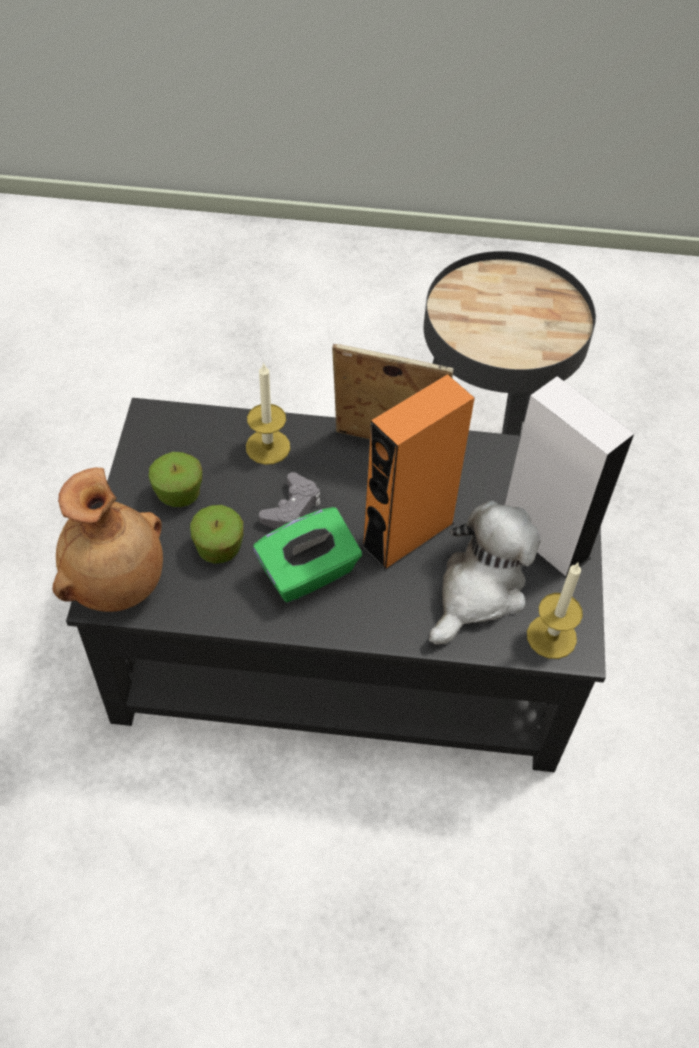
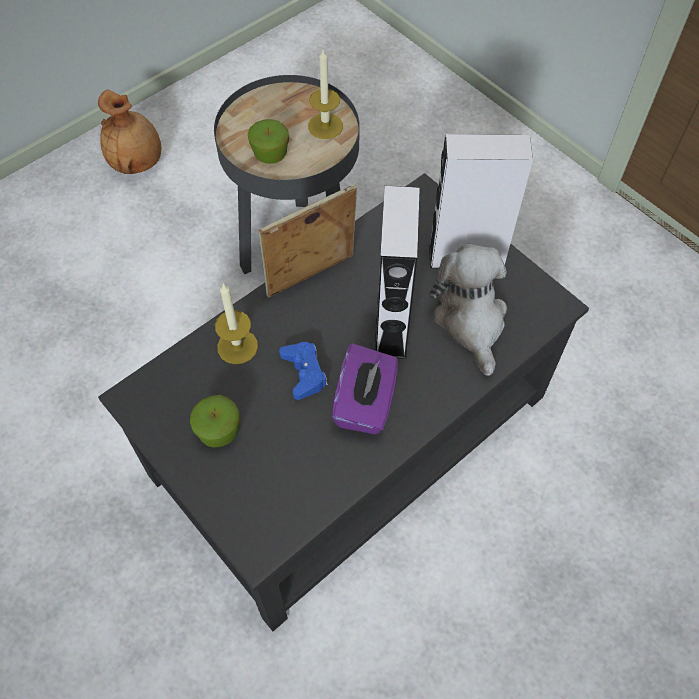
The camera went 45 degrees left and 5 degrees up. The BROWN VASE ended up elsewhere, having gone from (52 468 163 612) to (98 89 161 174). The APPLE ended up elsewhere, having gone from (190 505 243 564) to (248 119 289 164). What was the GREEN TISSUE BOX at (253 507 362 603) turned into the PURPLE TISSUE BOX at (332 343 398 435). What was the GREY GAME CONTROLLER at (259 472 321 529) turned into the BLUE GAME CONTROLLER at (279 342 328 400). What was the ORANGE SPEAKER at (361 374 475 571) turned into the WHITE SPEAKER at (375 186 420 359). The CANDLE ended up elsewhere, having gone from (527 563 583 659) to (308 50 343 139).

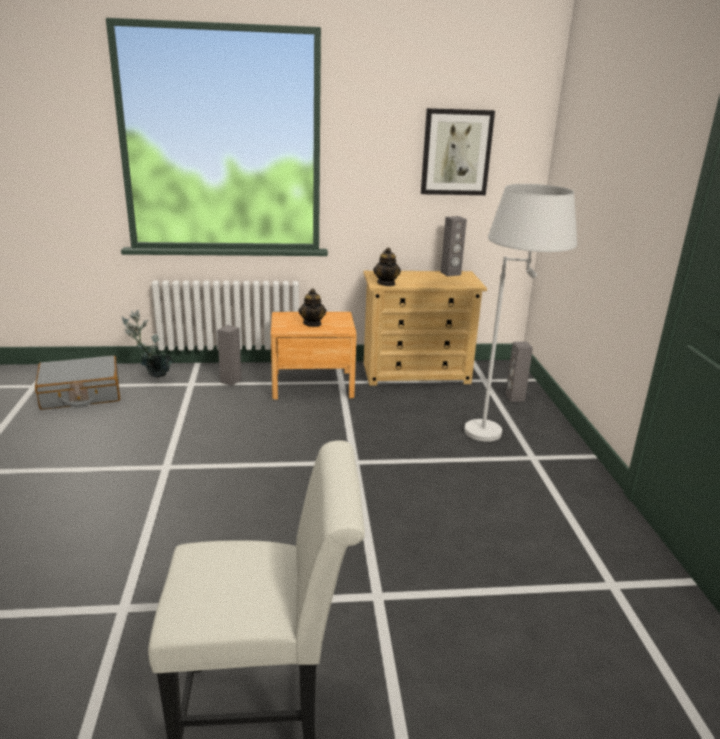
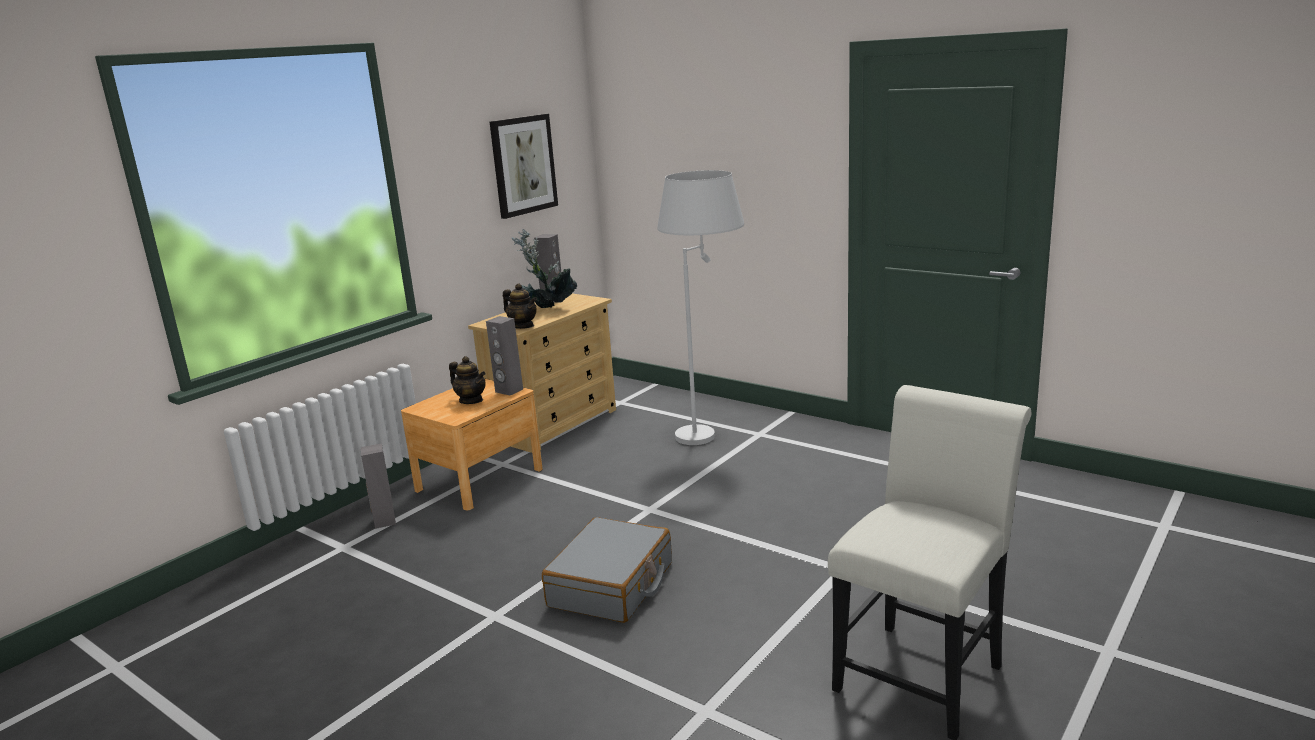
The camera went 45 degrees left and 5 degrees down. The GREY SUITCASE ended up elsewhere, having gone from (35 355 120 410) to (542 517 672 623). The POTTED PLANT ended up elsewhere, having gone from (122 310 175 377) to (512 229 577 308). The GREY SPEAKER ended up elsewhere, having gone from (505 342 533 402) to (486 316 523 396).

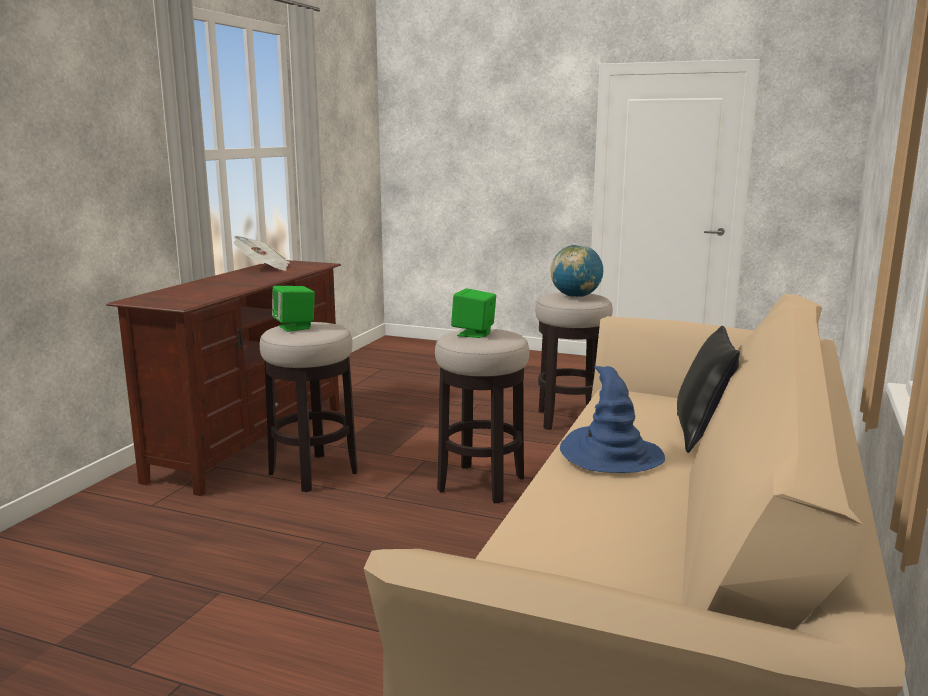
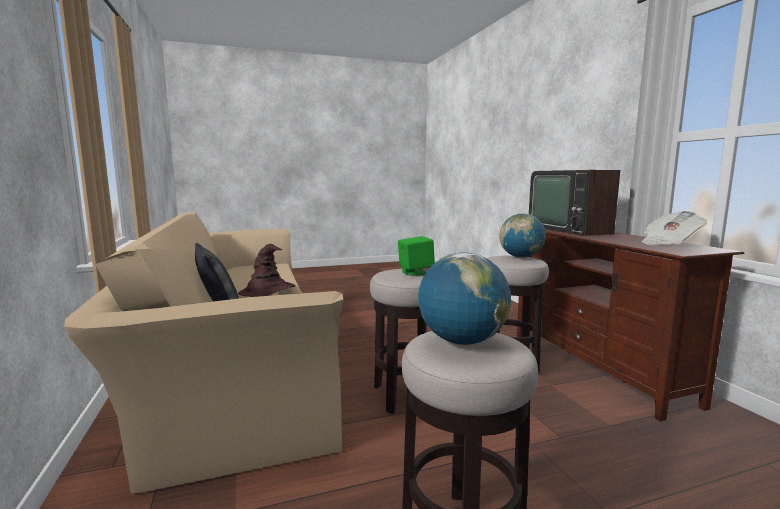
The camera went 140 degrees right and 5 degrees down. Where the GREEN SPEAKER stood at (272 286 315 332), the GLOBE came to stand at (499 213 546 258). What was the BLUE HAT at (560 366 665 473) turned into the BROWN HAT at (238 244 296 297). The second view gained the TELEVISION at (529 170 620 236).

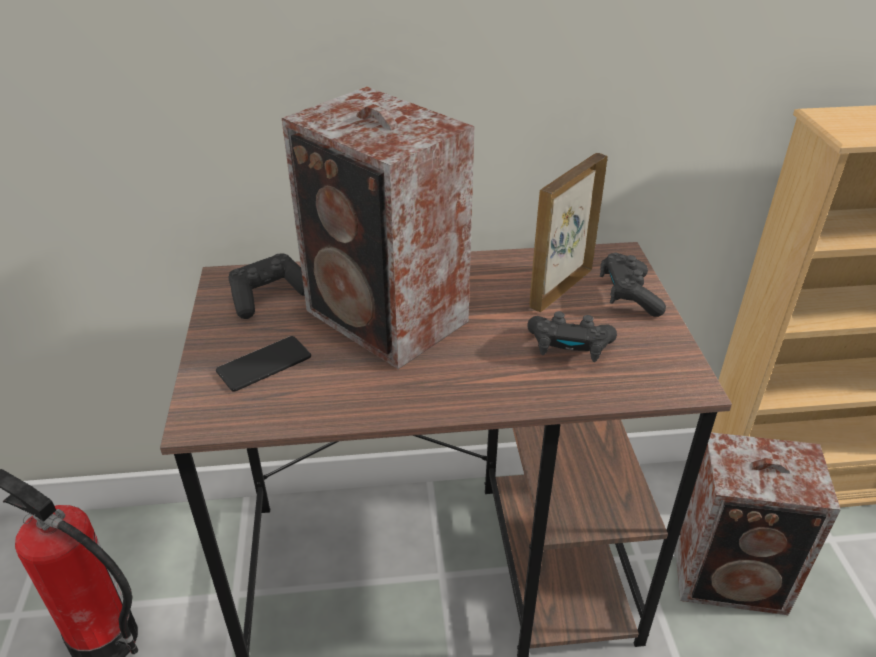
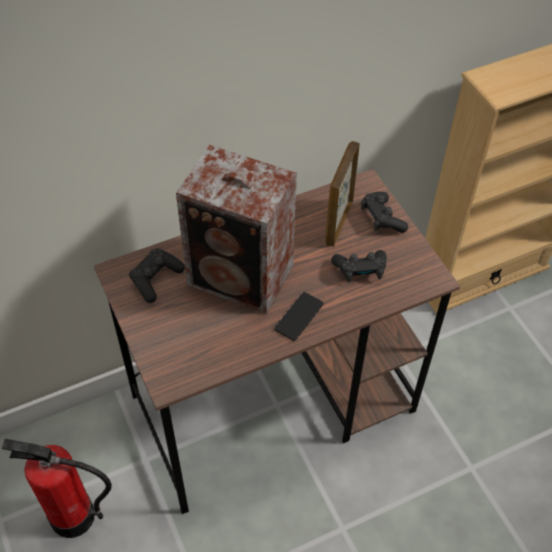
The camera went 20 degrees left and 15 degrees up. The PHONE ended up elsewhere, having gone from (216 336 311 392) to (274 292 324 341). The second view lost the SPEAKER at (675 432 841 615).

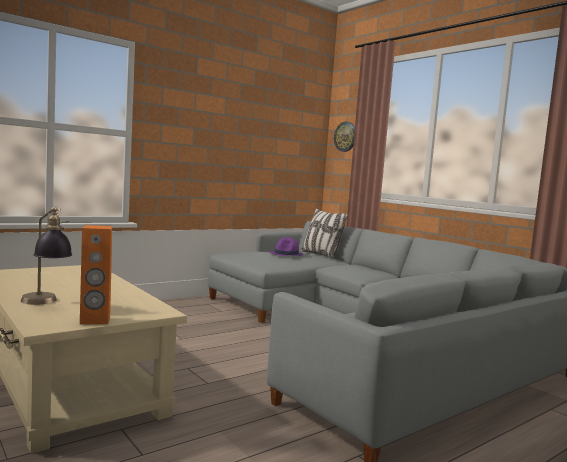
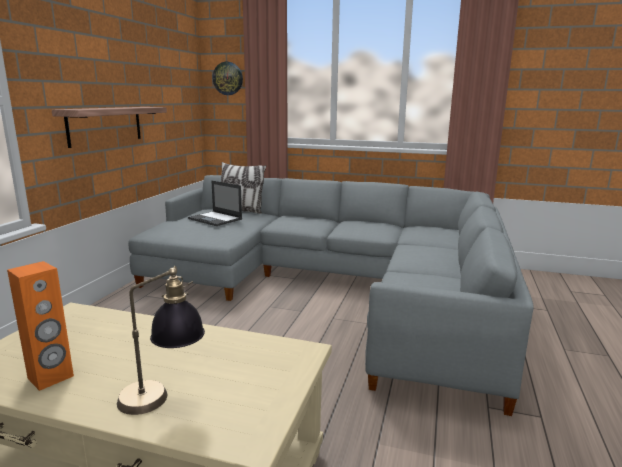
The camera went 35 degrees left and 10 degrees up. The ORANGE SPEAKER ended up elsewhere, having gone from (80 225 112 324) to (7 261 74 391). Where the PURPLE HAT stood at (270 237 303 256), the LAPTOP came to stand at (188 181 242 226). The second view gained the SHELF at (52 107 167 148).

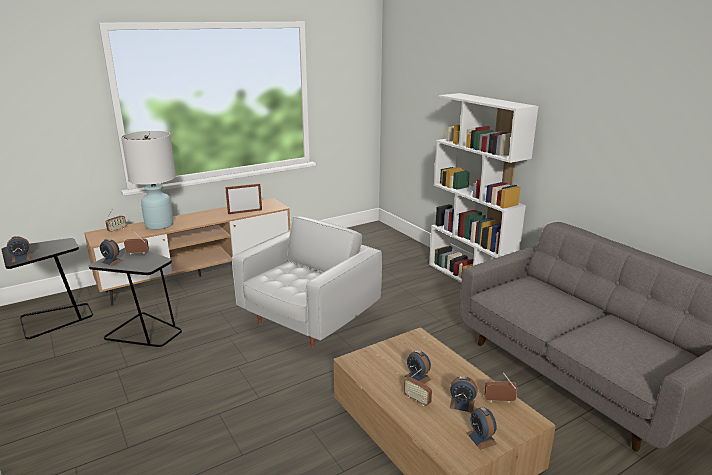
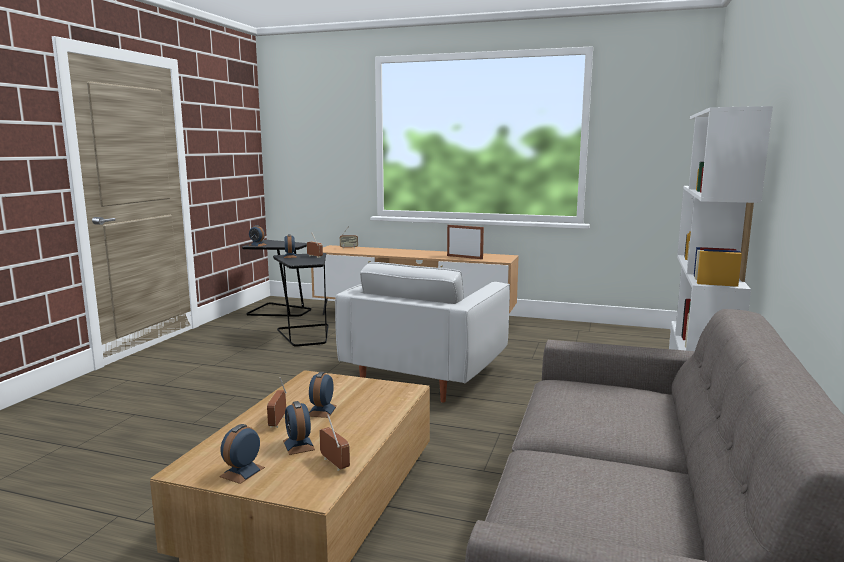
The camera went 50 degrees right and 10 degrees down. The second view lost the WHITE TABLE LAMP at (121 131 176 230). The WHITE ARMCHAIR at (232 216 382 347) ended up facing another way, 120 degrees clockwise from before.

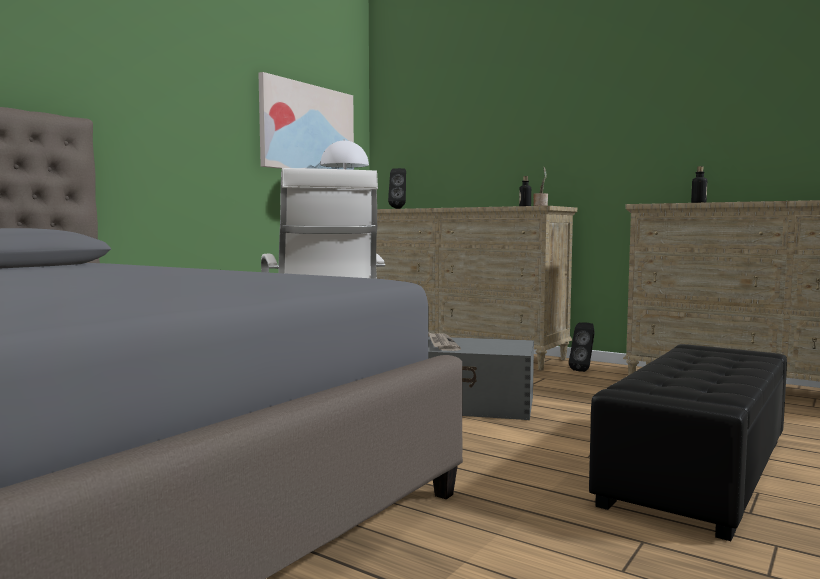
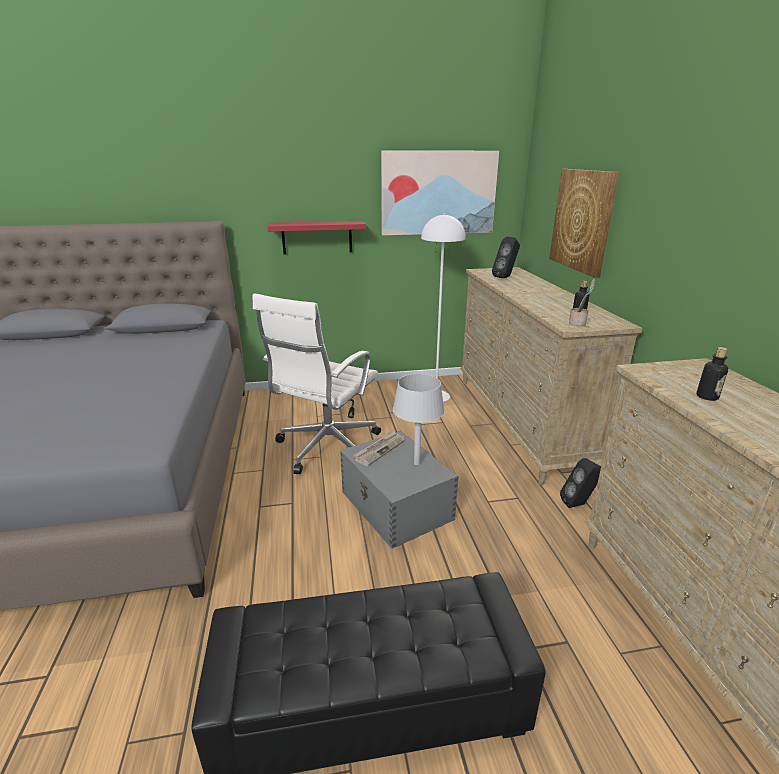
The camera went 45 degrees right and 20 degrees up. The second view gained the RED SHELF at (267 221 366 255). The second view gained the GREY TABLE LAMP at (393 374 445 465). The second view gained the PICTURE at (549 169 619 278).

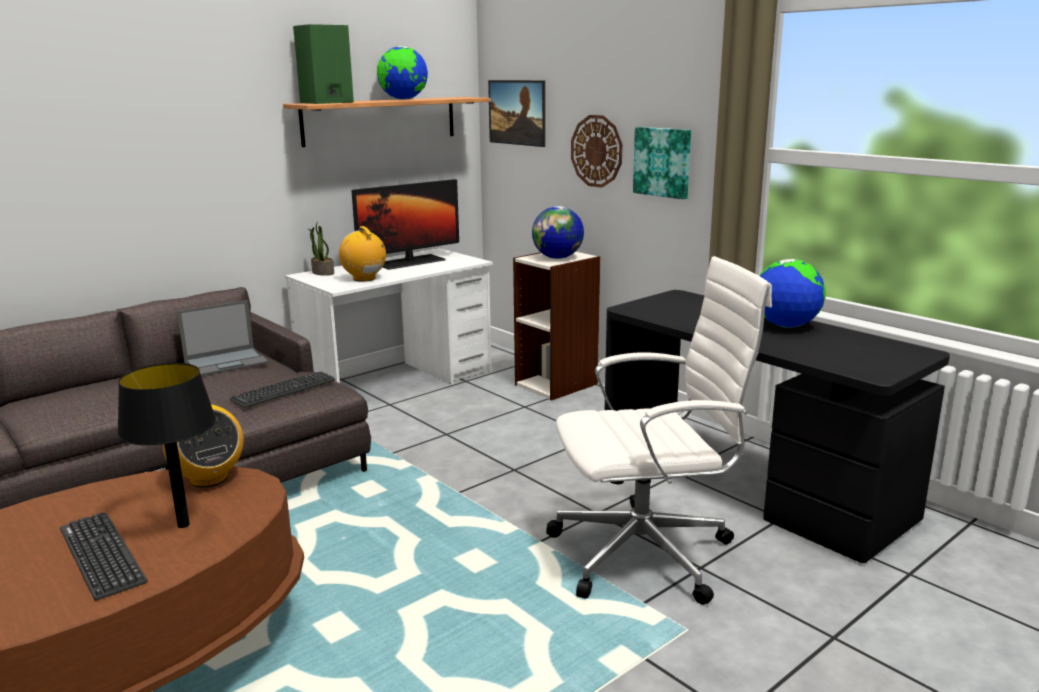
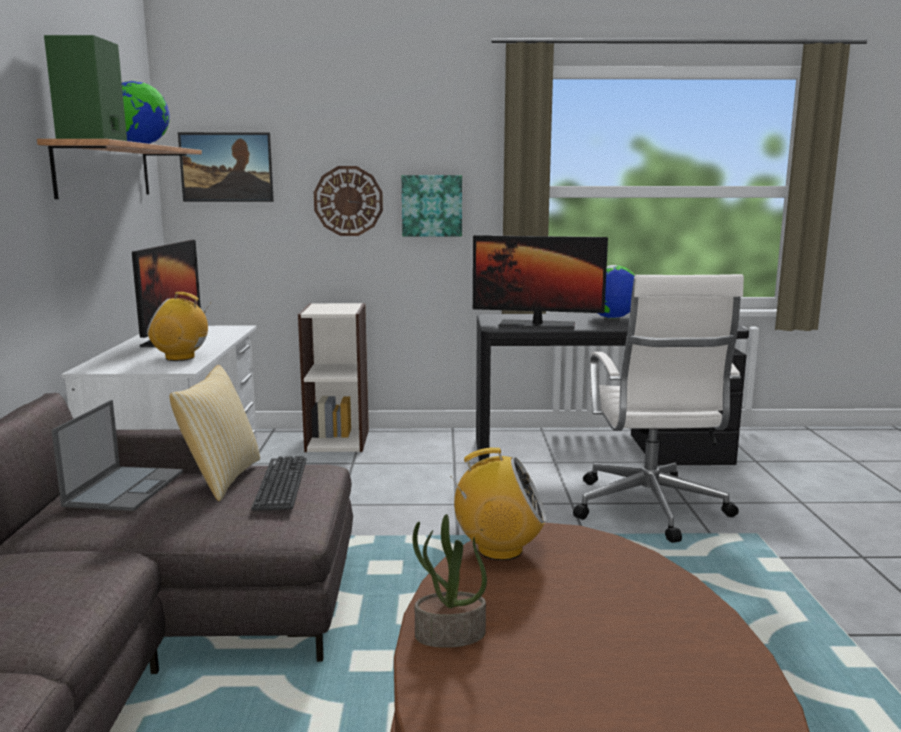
The camera went 50 degrees left and 5 degrees down. The second view lost the KEYBOARD at (60 512 148 601). The second view lost the BLACK TABLE LAMP at (117 363 216 528). The POTTED PLANT ended up elsewhere, having gone from (308 223 334 276) to (412 514 487 648). The second view lost the GLOBE at (532 206 584 259). The WHITE OFFICE CHAIR at (546 256 772 605) ended up facing another way, 150 degrees clockwise from before. The second view gained the PILLOW at (170 365 260 501). The second view gained the MONITOR at (473 235 608 330).

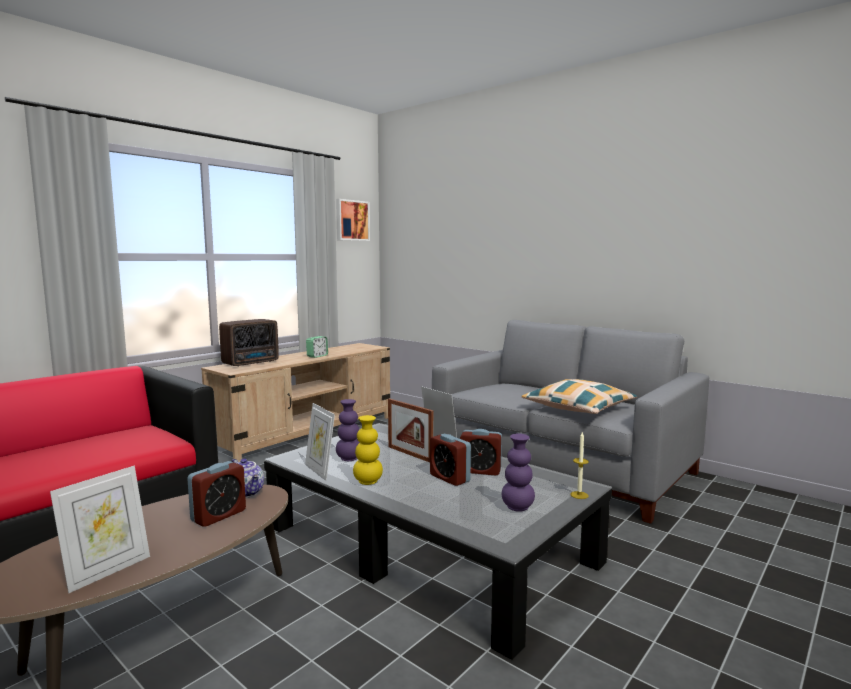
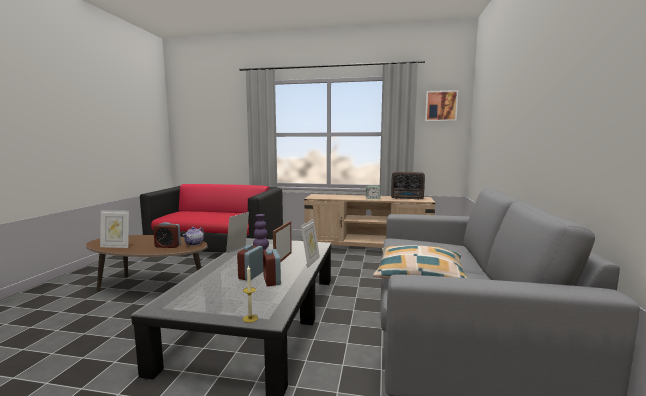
The camera went 60 degrees right and 0 degrees up. The RADIO ended up elsewhere, having gone from (219 319 279 366) to (391 172 425 200). The second view lost the YELLOW VASE at (353 415 383 485). The second view lost the PURPLE VASE at (501 434 535 512).

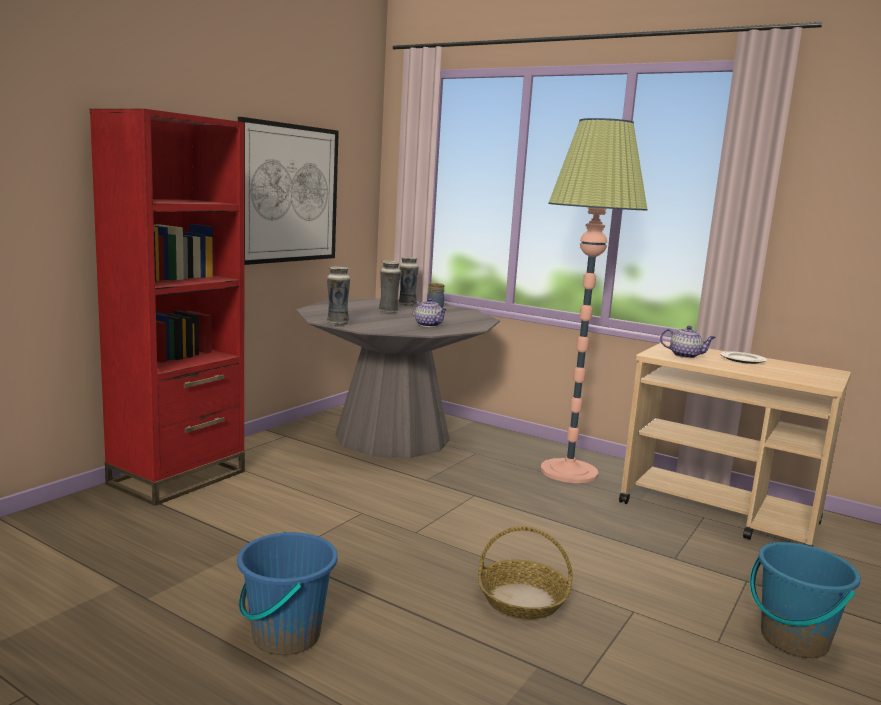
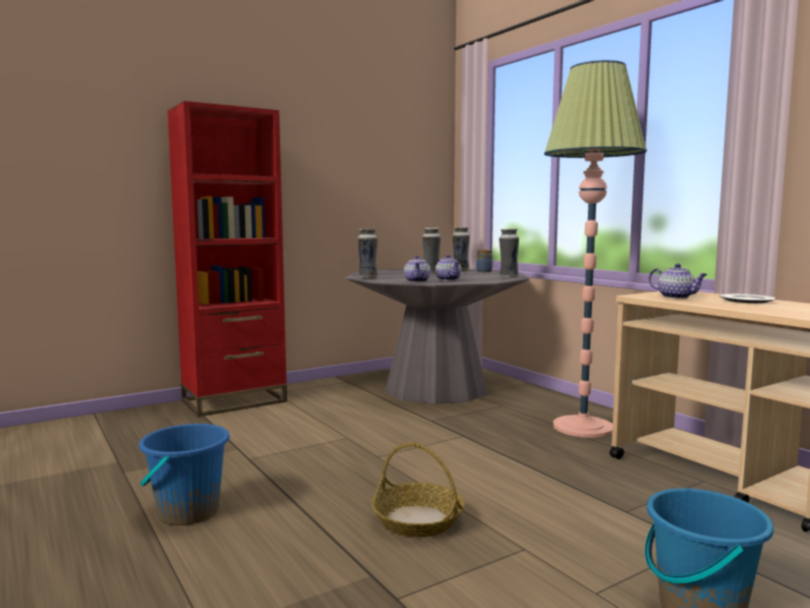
The camera went 25 degrees right and 5 degrees down. The second view lost the PICTURE at (238 117 339 265). The second view gained the TEAPOT at (404 256 430 282). The second view gained the VASE at (499 228 519 278).

